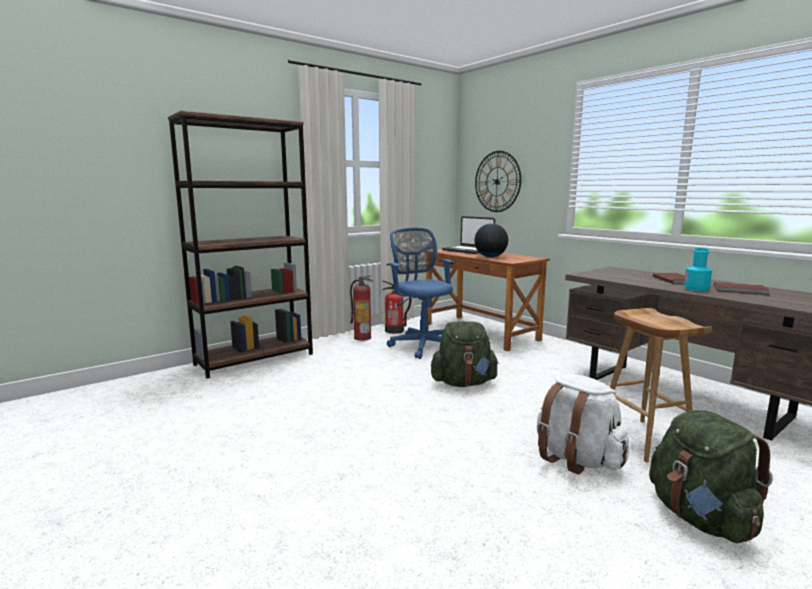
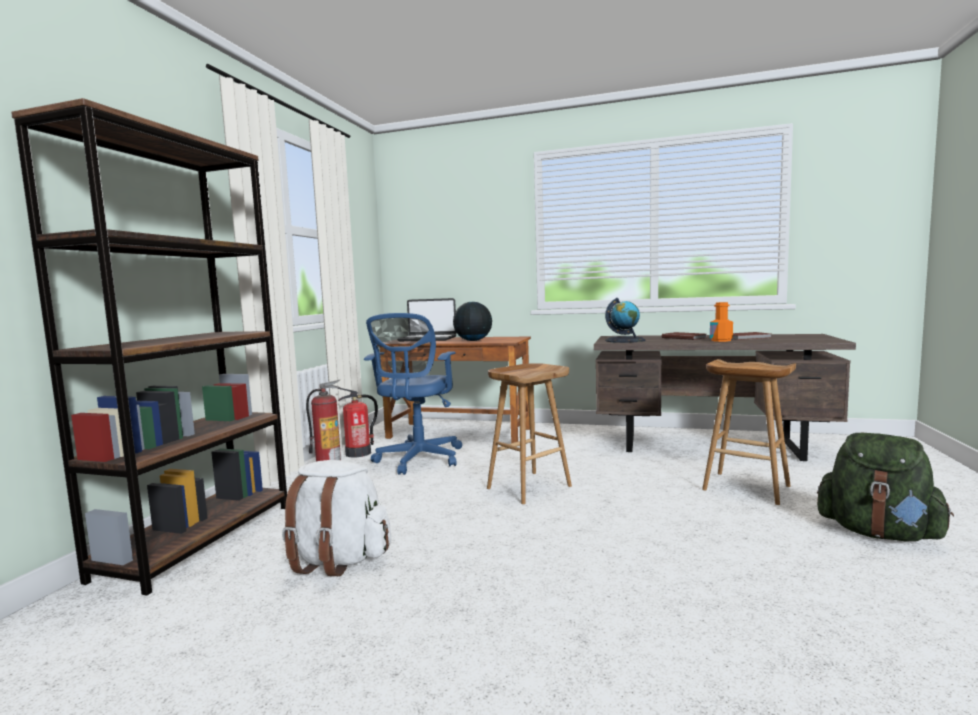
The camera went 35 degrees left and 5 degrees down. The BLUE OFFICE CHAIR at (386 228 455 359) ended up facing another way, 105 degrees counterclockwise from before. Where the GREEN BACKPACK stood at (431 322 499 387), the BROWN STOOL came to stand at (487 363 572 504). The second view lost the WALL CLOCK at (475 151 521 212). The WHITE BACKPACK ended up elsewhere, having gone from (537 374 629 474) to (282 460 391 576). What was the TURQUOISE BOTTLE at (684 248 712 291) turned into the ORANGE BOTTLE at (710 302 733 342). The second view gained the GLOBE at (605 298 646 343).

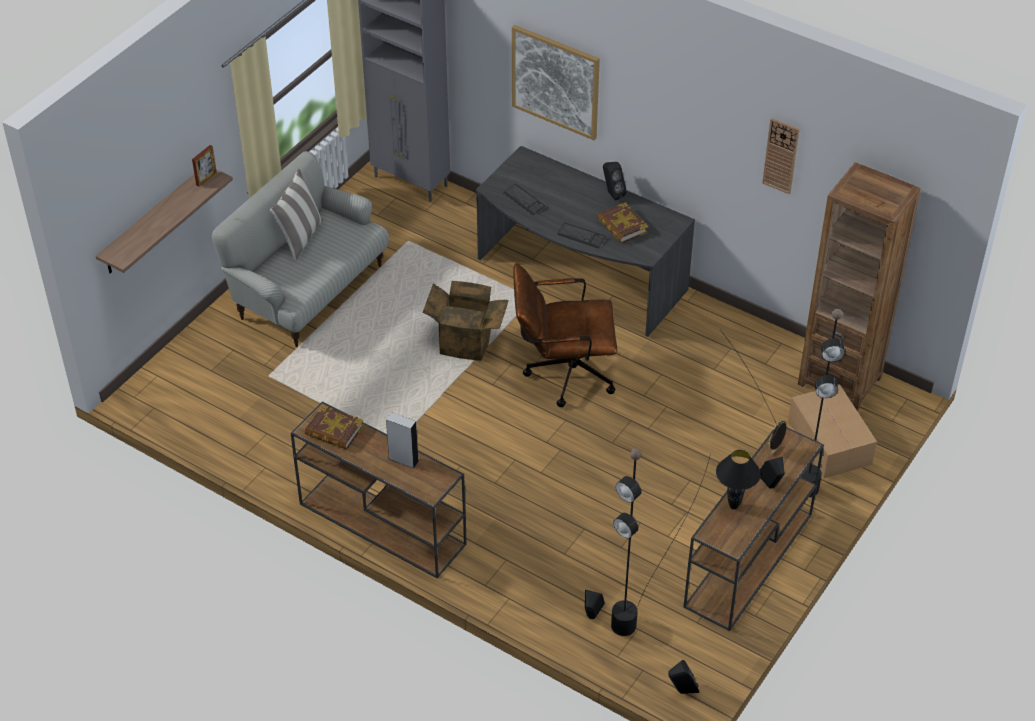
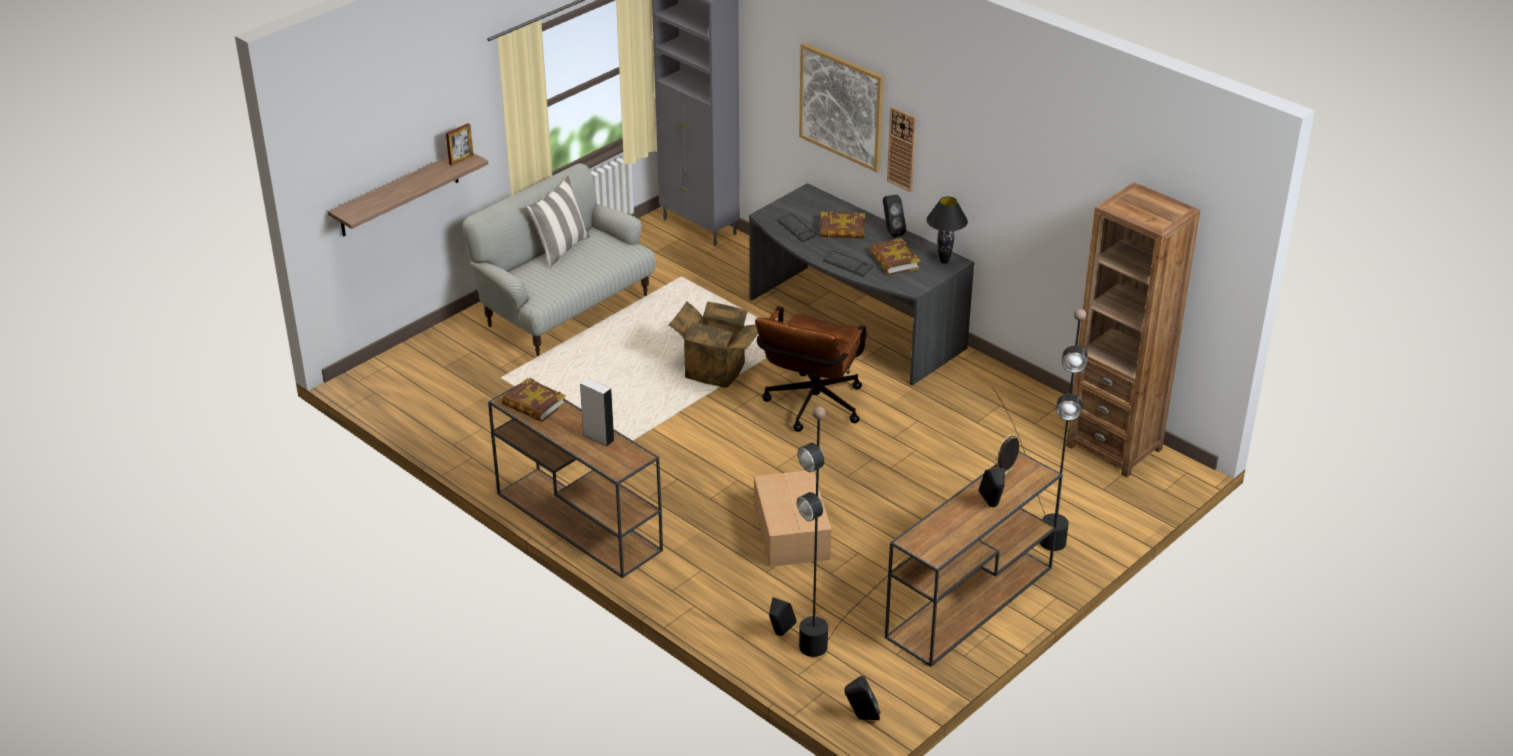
The camera went 10 degrees right and 10 degrees down. The BROWN OFFICE CHAIR at (513 263 617 407) ended up facing another way, 75 degrees counterclockwise from before. The BLACK TABLE LAMP ended up elsewhere, having gone from (716 450 761 509) to (926 196 968 264). The WALL CLOCK ended up elsewhere, having gone from (762 118 800 194) to (887 107 916 192). The CARDBOARD BOX ended up elsewhere, having gone from (788 384 877 478) to (754 471 831 567). The second view gained the BOOK at (820 212 865 238).

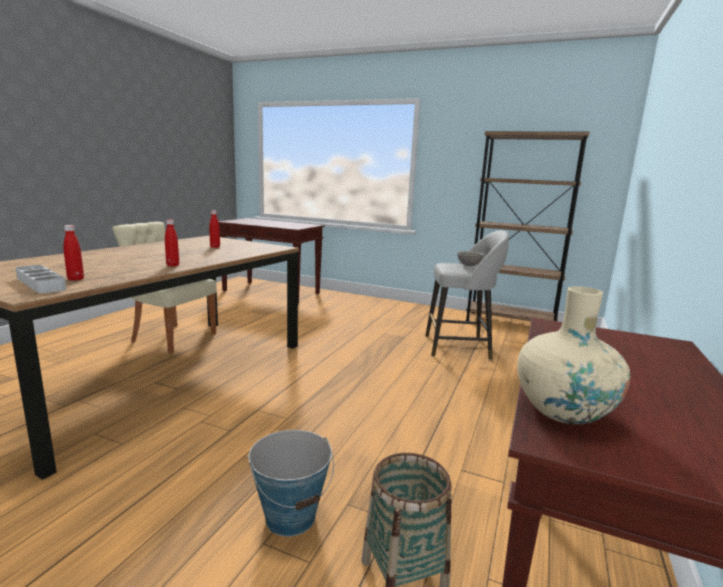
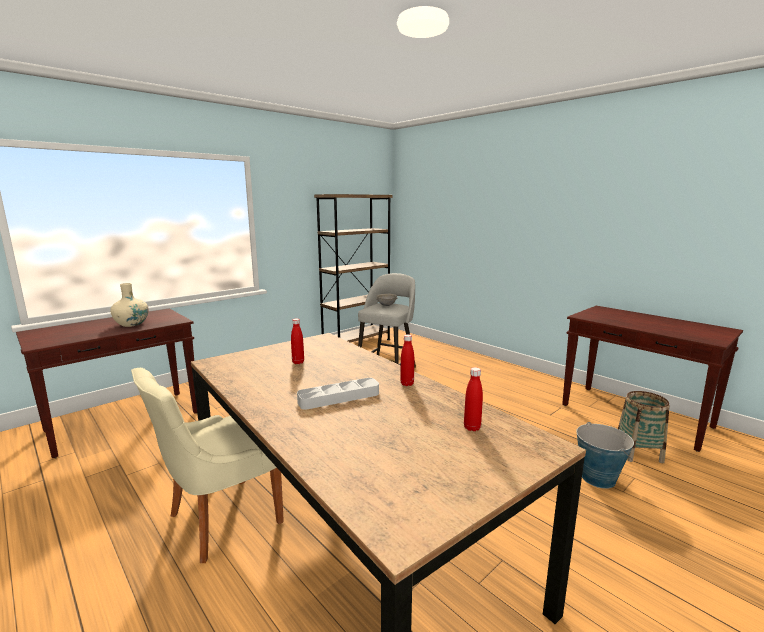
The camera went 65 degrees left and 0 degrees up. The GREY TRAY ended up elsewhere, having gone from (16 265 66 293) to (297 378 379 410). The BEIGE VASE ended up elsewhere, having gone from (517 286 630 425) to (110 283 149 327).

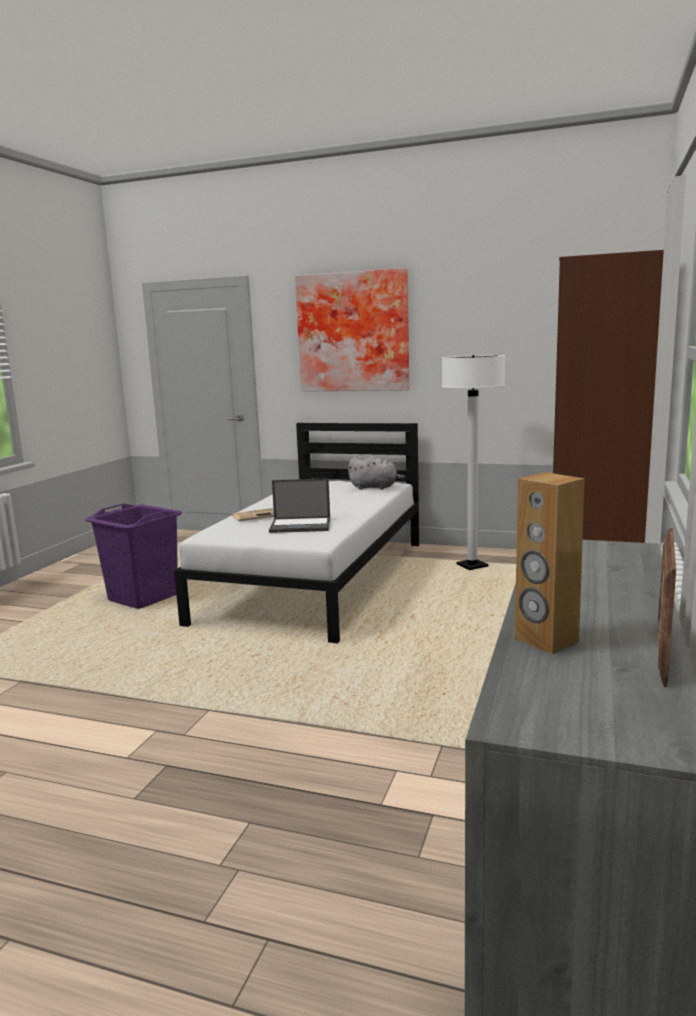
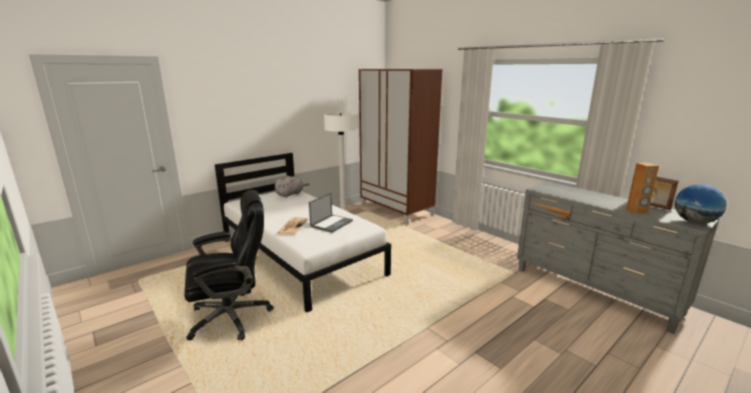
The camera went 60 degrees left and 5 degrees up. Where the PURPLE LAUNDRY BASKET stood at (85 503 183 609), the BLACK OFFICE CHAIR came to stand at (184 190 274 340). The second view lost the PICTURE at (295 268 409 392). The second view gained the GLOBE at (675 184 727 224).

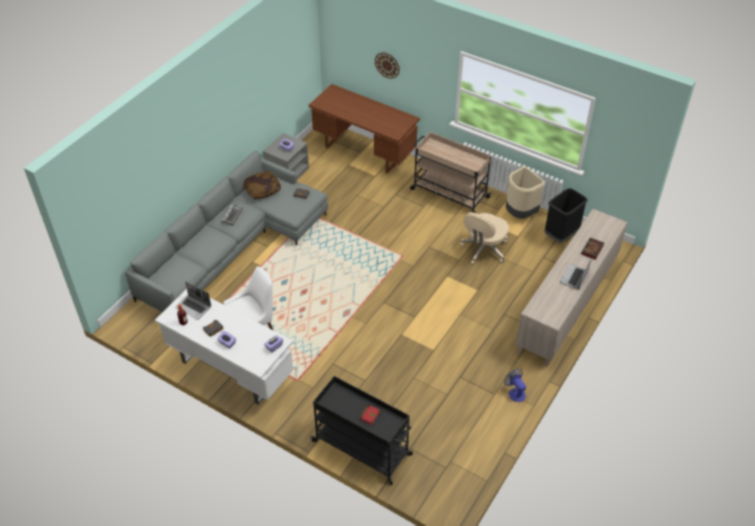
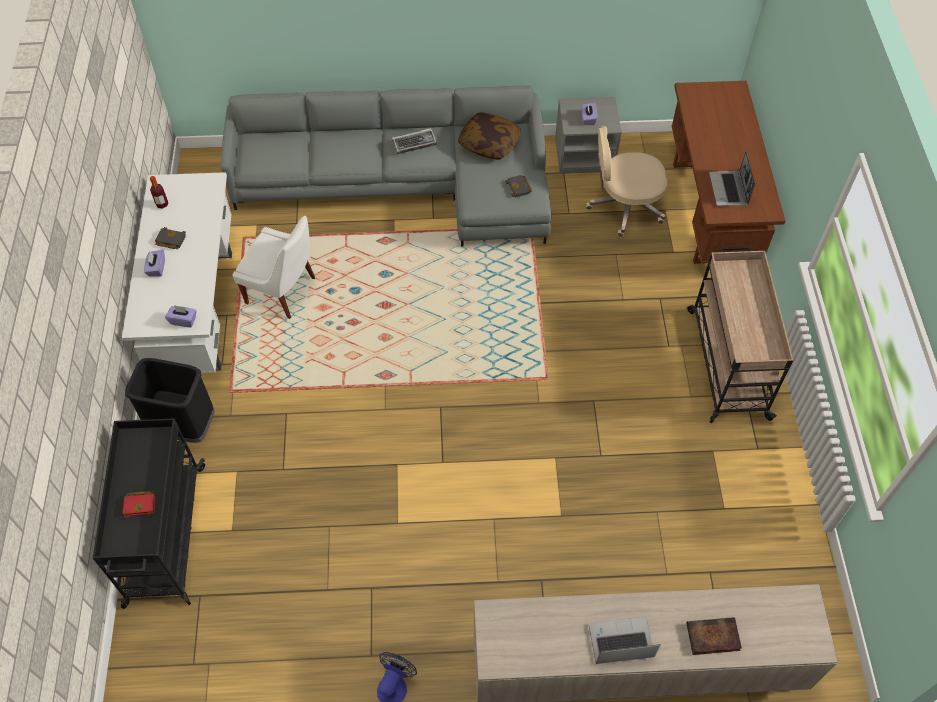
The camera went 55 degrees right and 10 degrees up. The LAPTOP ended up elsewhere, having gone from (175 282 211 320) to (709 151 755 206). The second view lost the WALL CLOCK at (375 52 399 79). The BEIGE OFFICE CHAIR ended up elsewhere, having gone from (460 212 509 265) to (586 126 667 237). The second view lost the BEIGE TRASH CAN at (506 166 545 219). The BLACK TRASH CAN ended up elsewhere, having gone from (544 188 588 243) to (125 358 214 443).

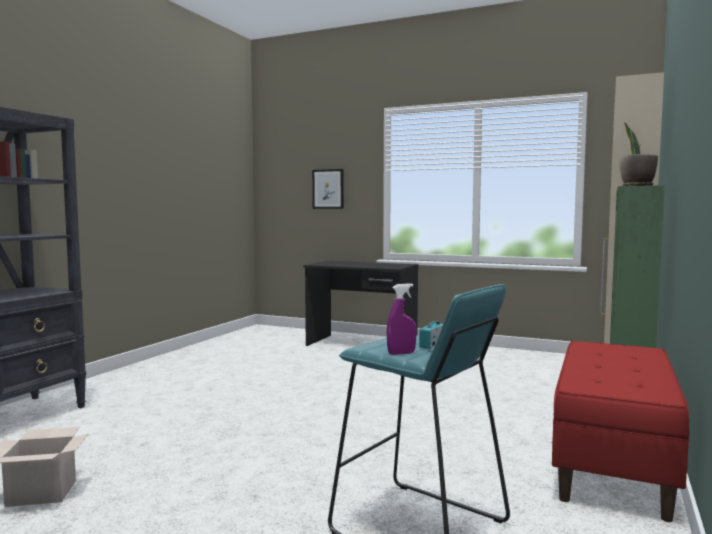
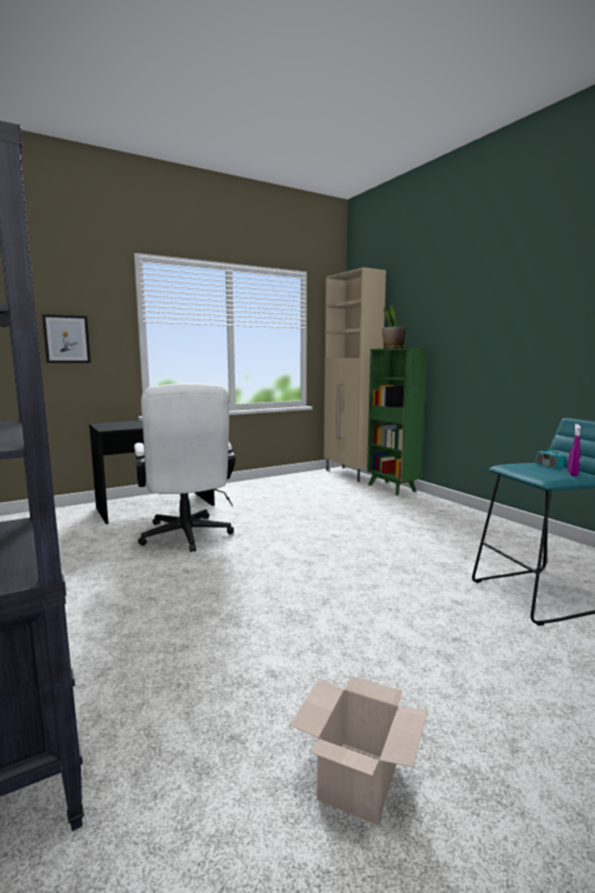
The camera went 55 degrees left and 5 degrees up. The second view lost the RED BENCH at (552 341 690 522). The second view gained the WHITE OFFICE CHAIR at (134 383 236 552).

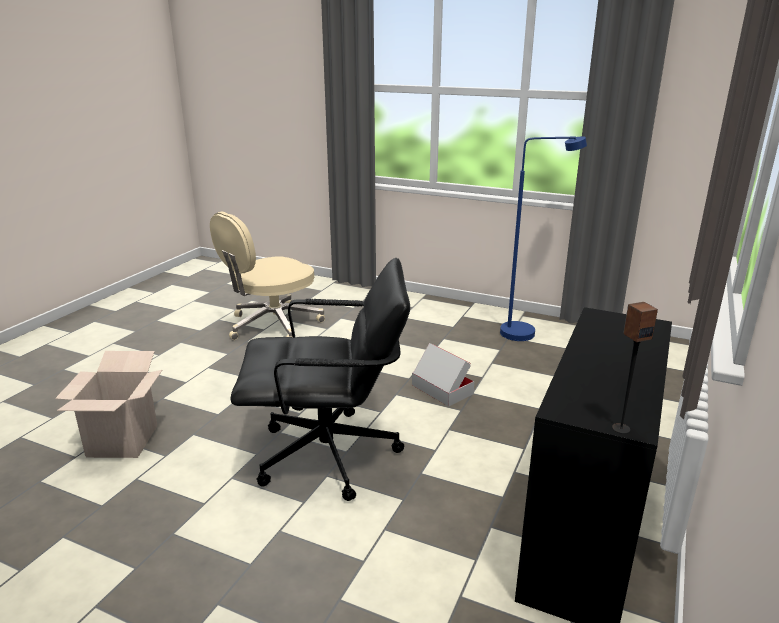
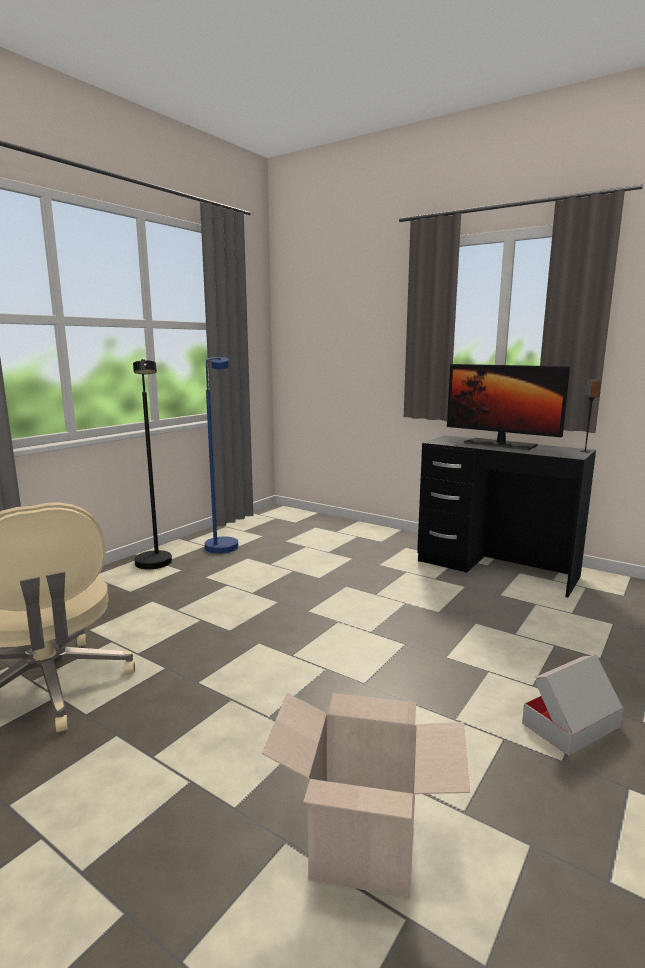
The camera went 80 degrees left and 10 degrees down. The second view lost the BLACK OFFICE CHAIR at (231 258 410 501). The CARDBOARD BOX ended up elsewhere, having gone from (412 343 474 407) to (522 655 624 756). The second view gained the BLACK FLOOR LAMP at (133 359 172 569). The second view gained the MONITOR at (447 364 570 450).

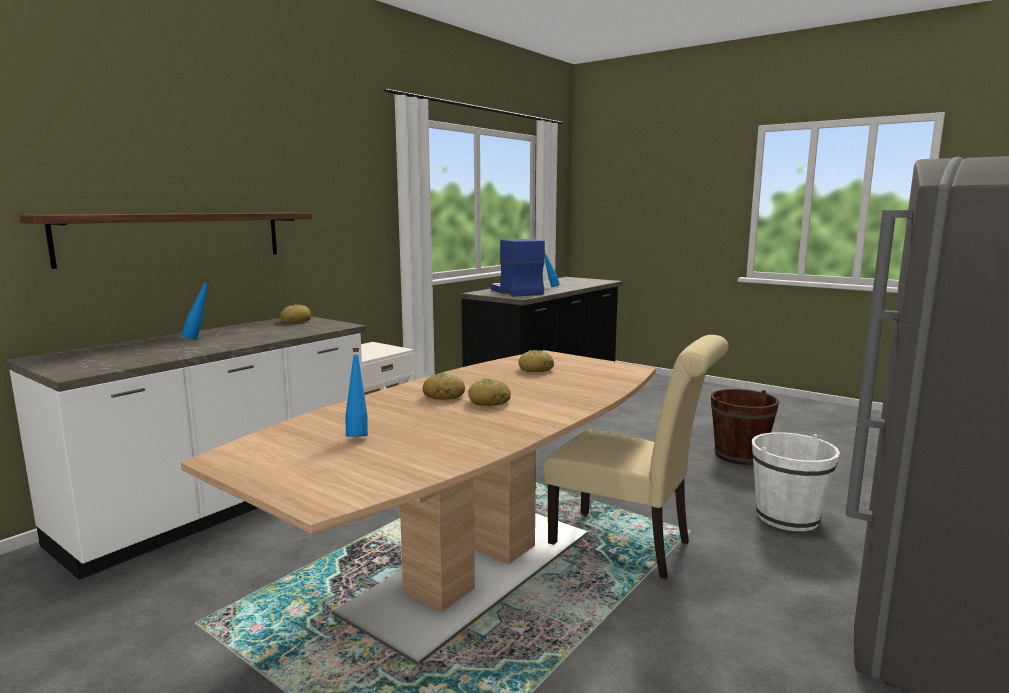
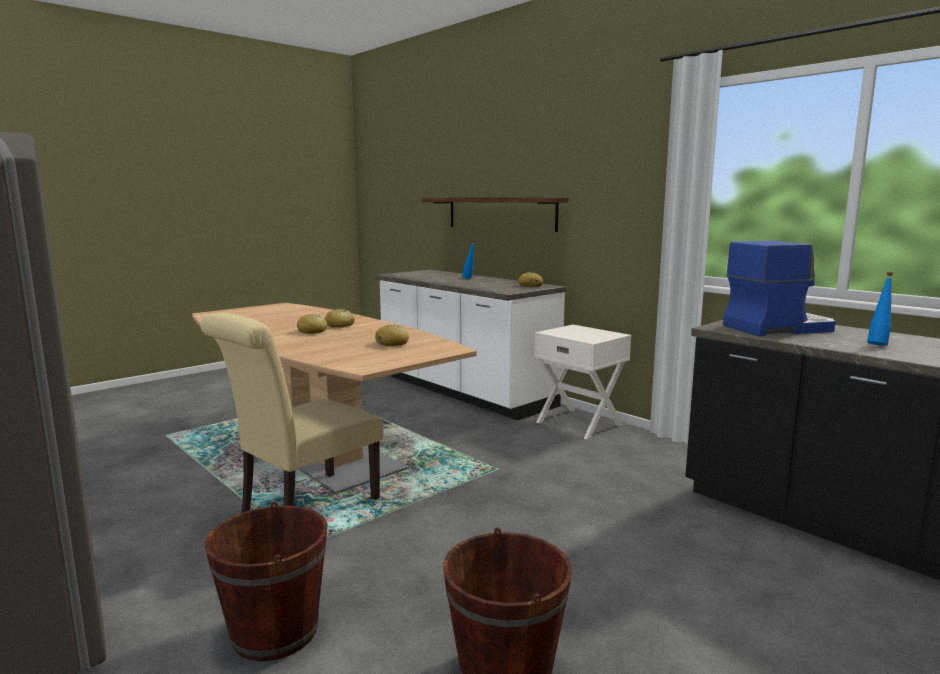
The camera went 100 degrees right and 0 degrees up. The second view lost the BLUE BOTTLE at (346 348 368 437). What was the WHITE BUCKET at (752 432 840 531) turned into the BROWN BUCKET at (204 501 328 661).

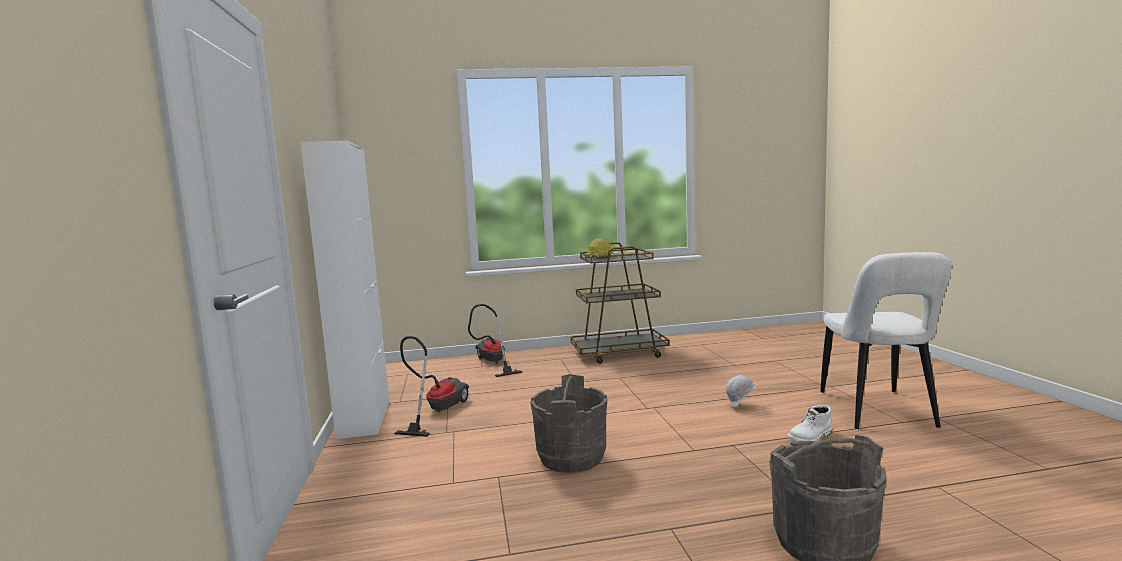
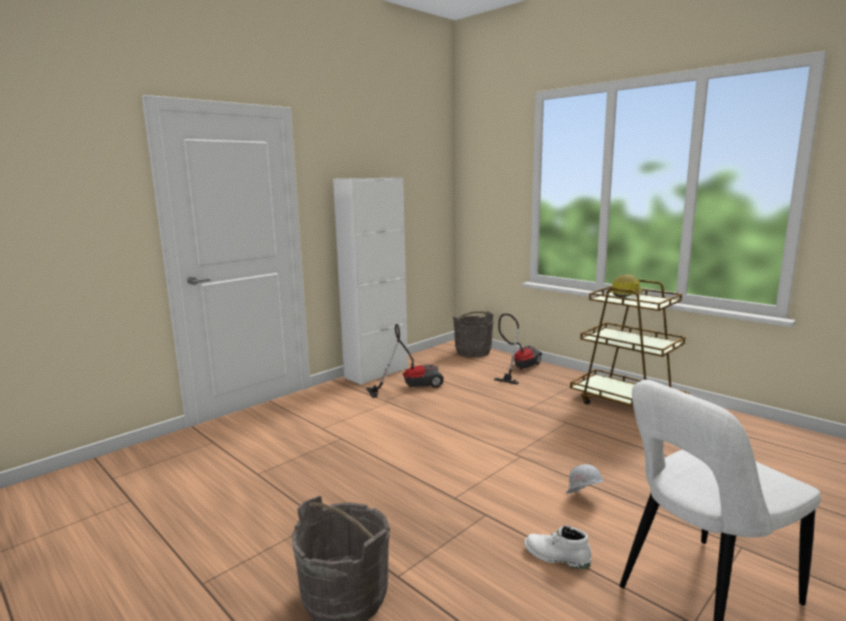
The camera went 55 degrees right and 5 degrees up. The GREY BUCKET ended up elsewhere, having gone from (530 374 607 473) to (453 311 494 357).

